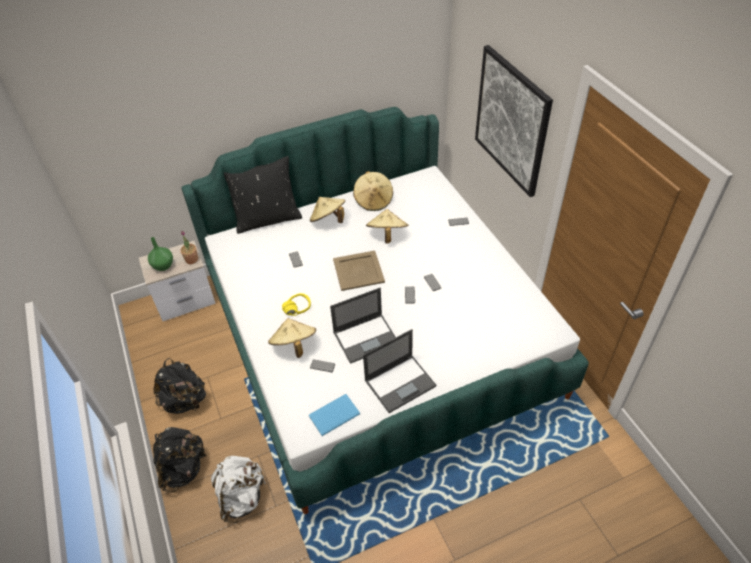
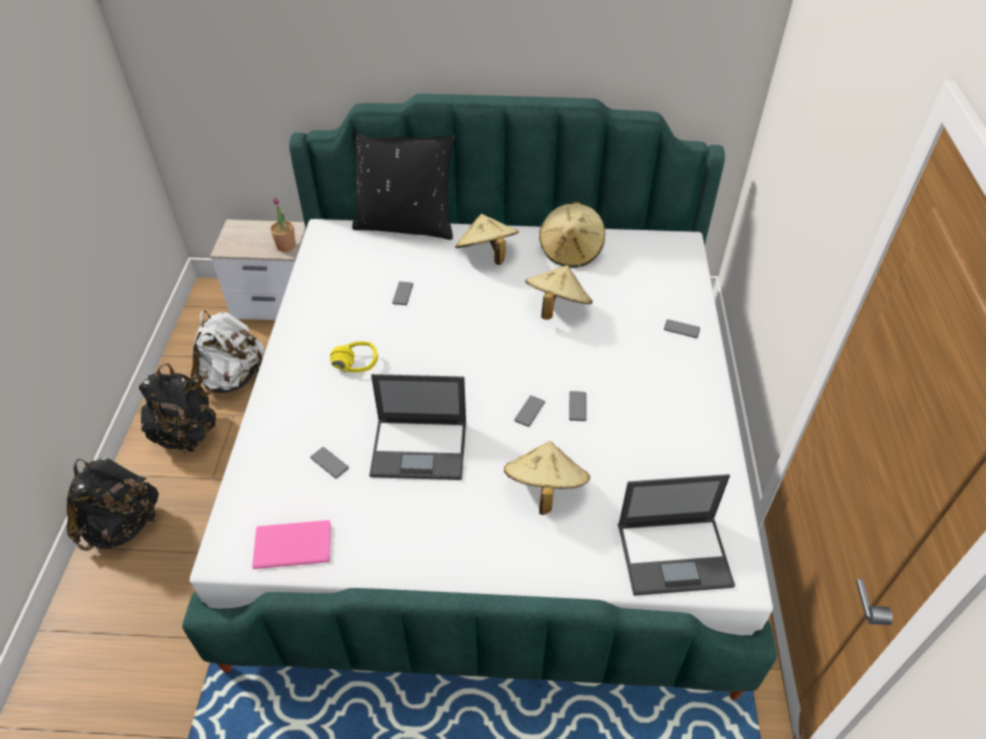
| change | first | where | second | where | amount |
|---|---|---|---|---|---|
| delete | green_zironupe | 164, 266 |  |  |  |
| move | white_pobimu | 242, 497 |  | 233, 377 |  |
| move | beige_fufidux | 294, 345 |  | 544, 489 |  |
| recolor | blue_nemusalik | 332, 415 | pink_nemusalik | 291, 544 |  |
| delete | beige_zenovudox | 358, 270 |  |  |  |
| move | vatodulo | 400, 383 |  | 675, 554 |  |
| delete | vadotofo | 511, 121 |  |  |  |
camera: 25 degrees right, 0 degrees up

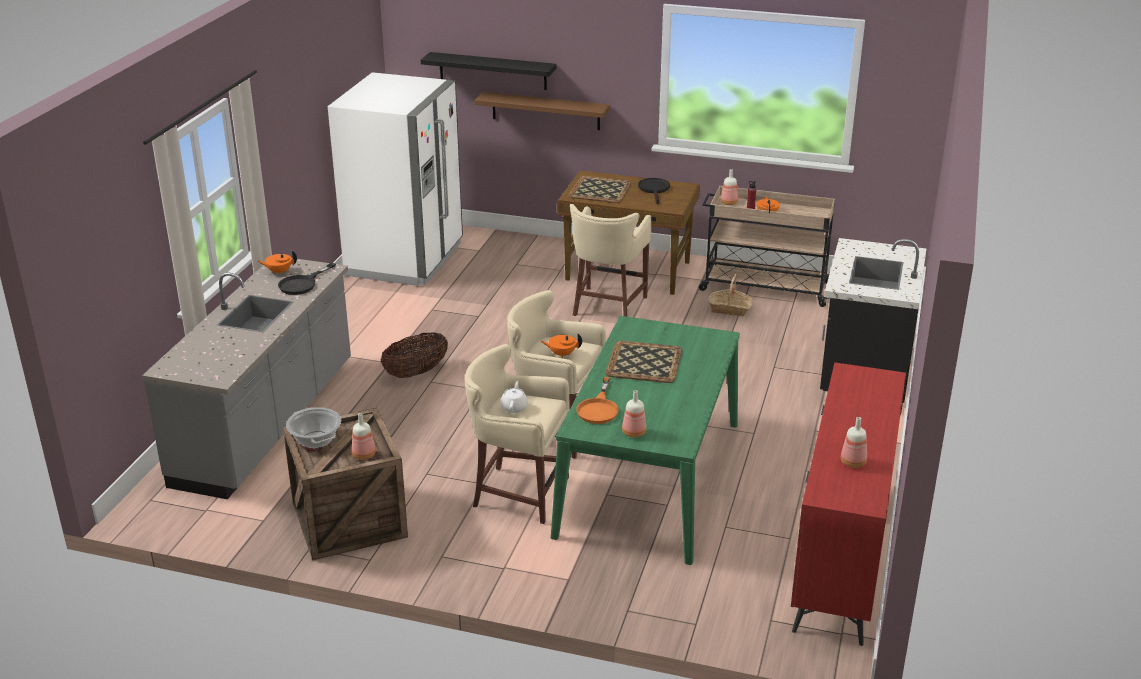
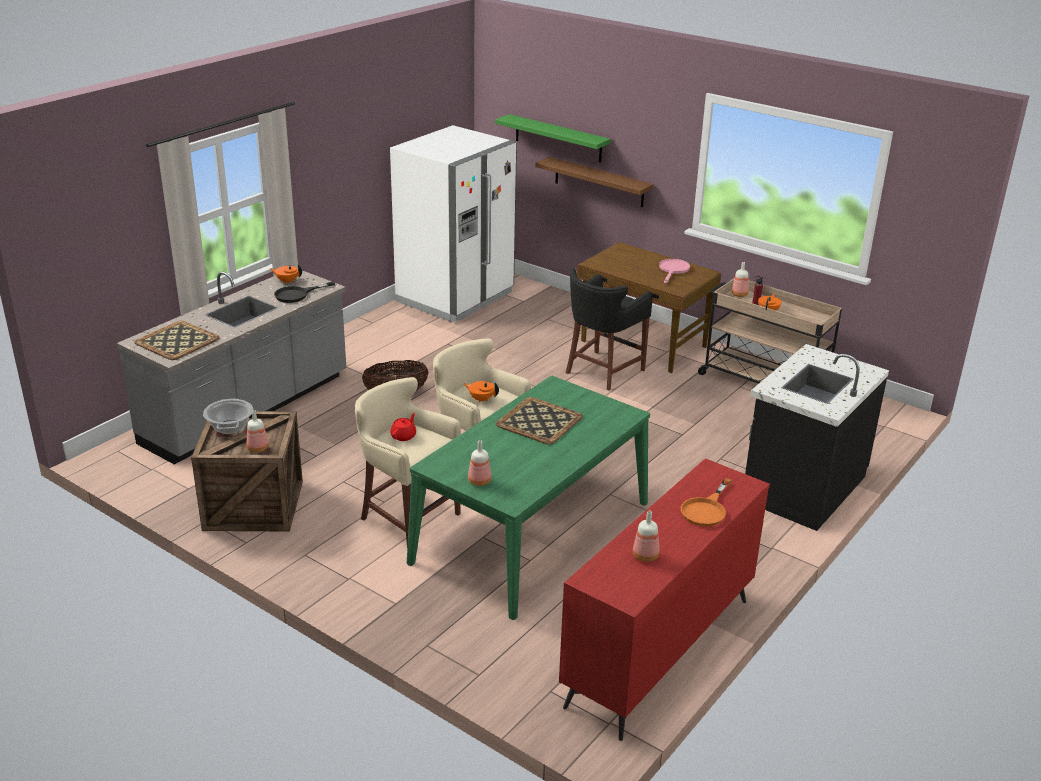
| change | first | where | second | where | amount |
|---|---|---|---|---|---|
| recolor | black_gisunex | 492, 71 | green_gisunex | 558, 138 |  |
| recolor | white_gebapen | 514, 407 | red_gebapen | 404, 436 |  |
| move | zenovudox | 600, 190 |  | 177, 341 |  |
| recolor | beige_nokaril | 607, 307 | black_nokaril | 602, 372 |  |
| move | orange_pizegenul | 599, 408 |  | 706, 509 |  |
| recolor | black_pizegenul | 654, 190 | pink_pizegenul | 673, 270 |  |
| delete | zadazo | 729, 309 |  |  |  |
camera: 20 degrees right, 0 degrees up

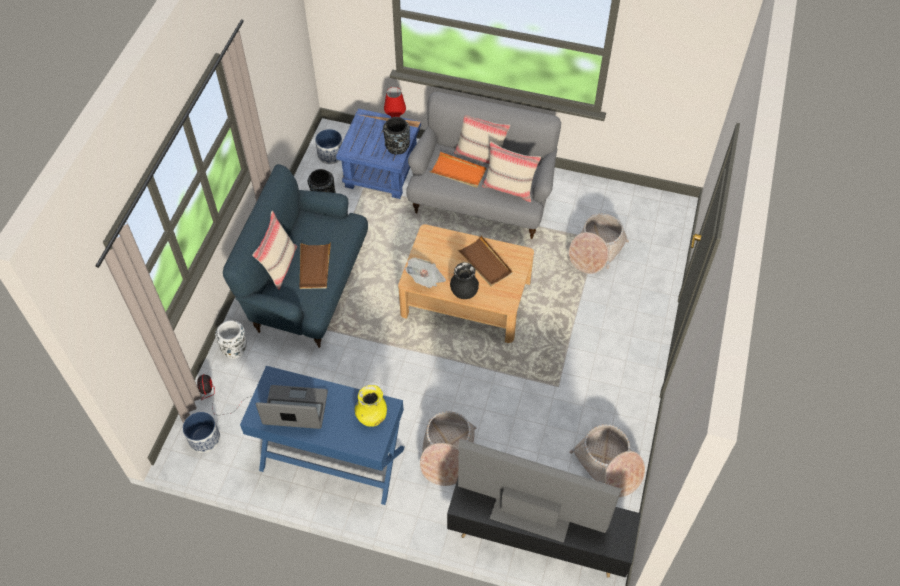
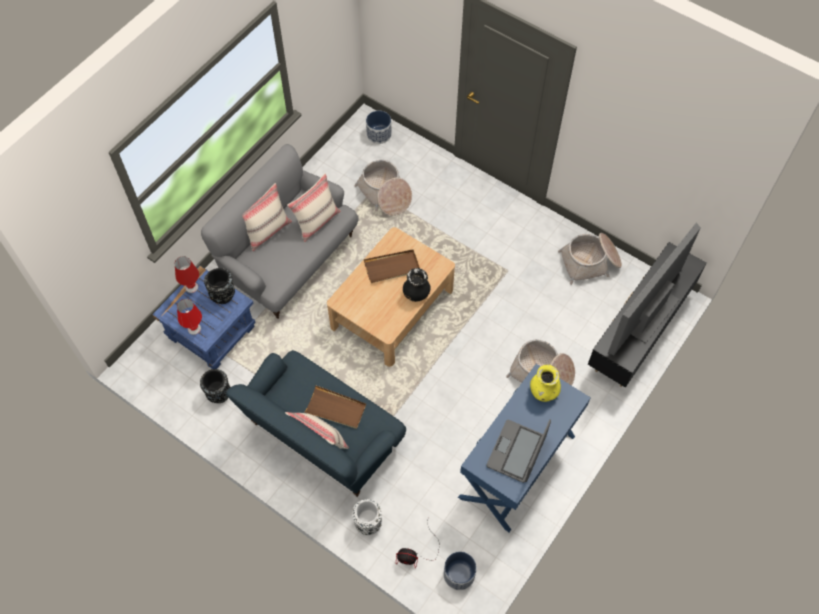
| change | first | where | second | where | amount |
|---|---|---|---|---|---|
| move | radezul | 331, 155 |  | 379, 134 |  |
| delete | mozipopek | 426, 279 |  |  |  |
| delete | orange_zenovudox | 458, 172 |  |  |  |
| insert |  |  | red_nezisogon | 194, 328 |  |
camera: 70 degrees left, 5 degrees up

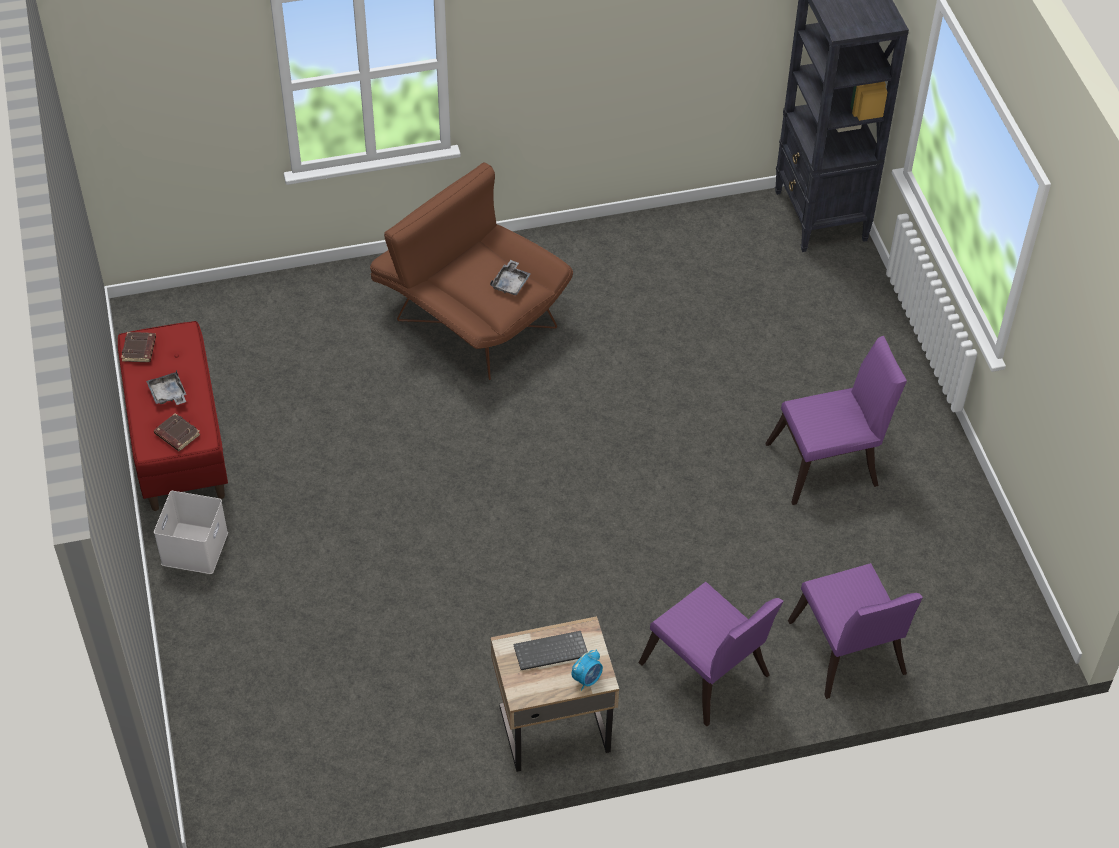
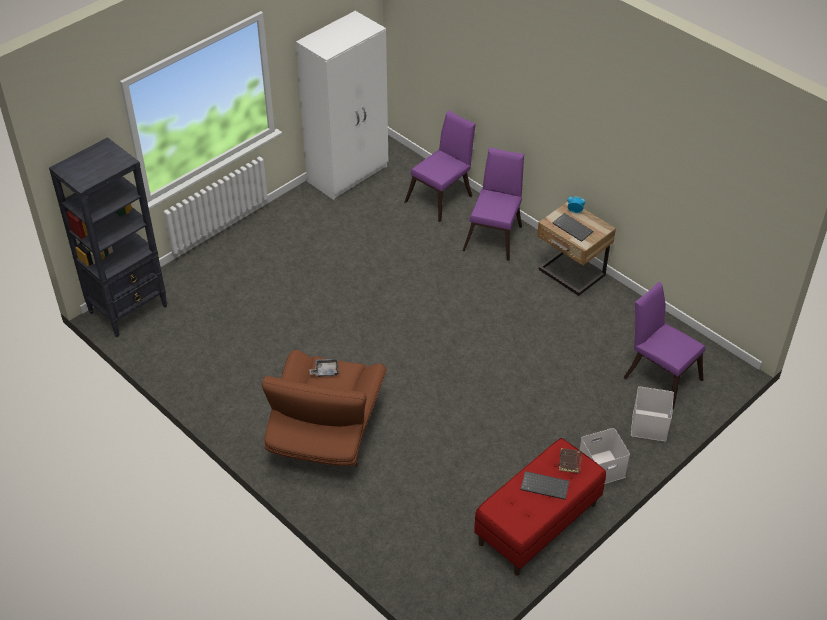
| change | first | where | second | where | amount |
|---|---|---|---|---|---|
| delete | brown_nemusalik | 139, 350 |  |  |  |
| replace | grey_zenovudox | 168, 394 | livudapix | 545, 485 |  |
| move | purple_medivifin | 829, 464 |  | 659, 375 |  |
| insert |  |  | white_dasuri | 348, 174 |  |
| insert |  |  | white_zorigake | 650, 426 |  |
camera: 120 degrees left, 5 degrees down

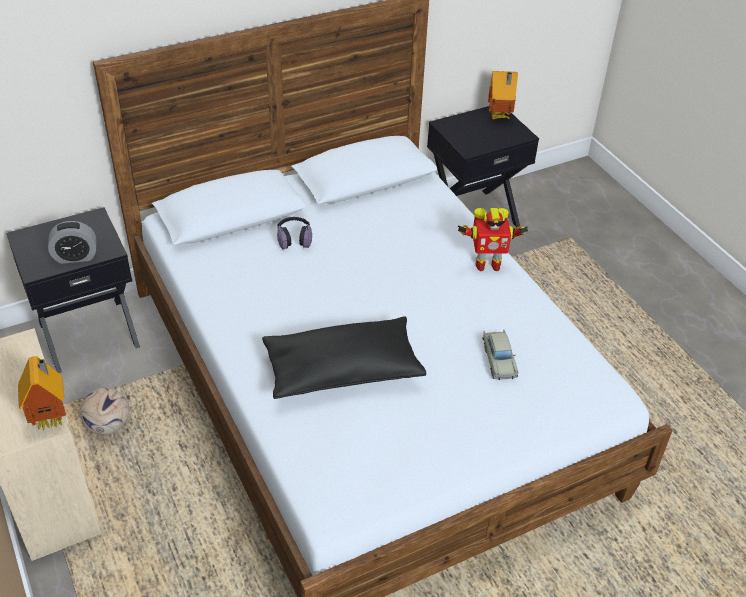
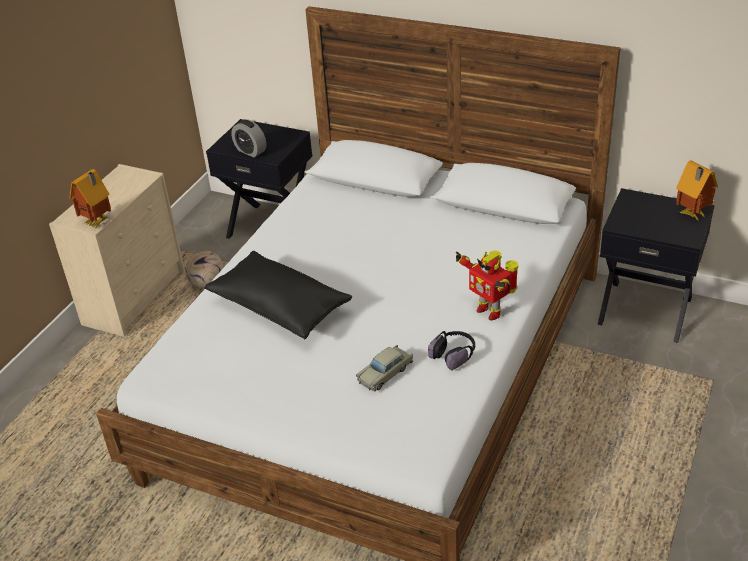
| change | first | where | second | where | amount |
|---|---|---|---|---|---|
| move | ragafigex | 294, 238 |  | 454, 354 |  |
camera: 55 degrees right, 5 degrees down

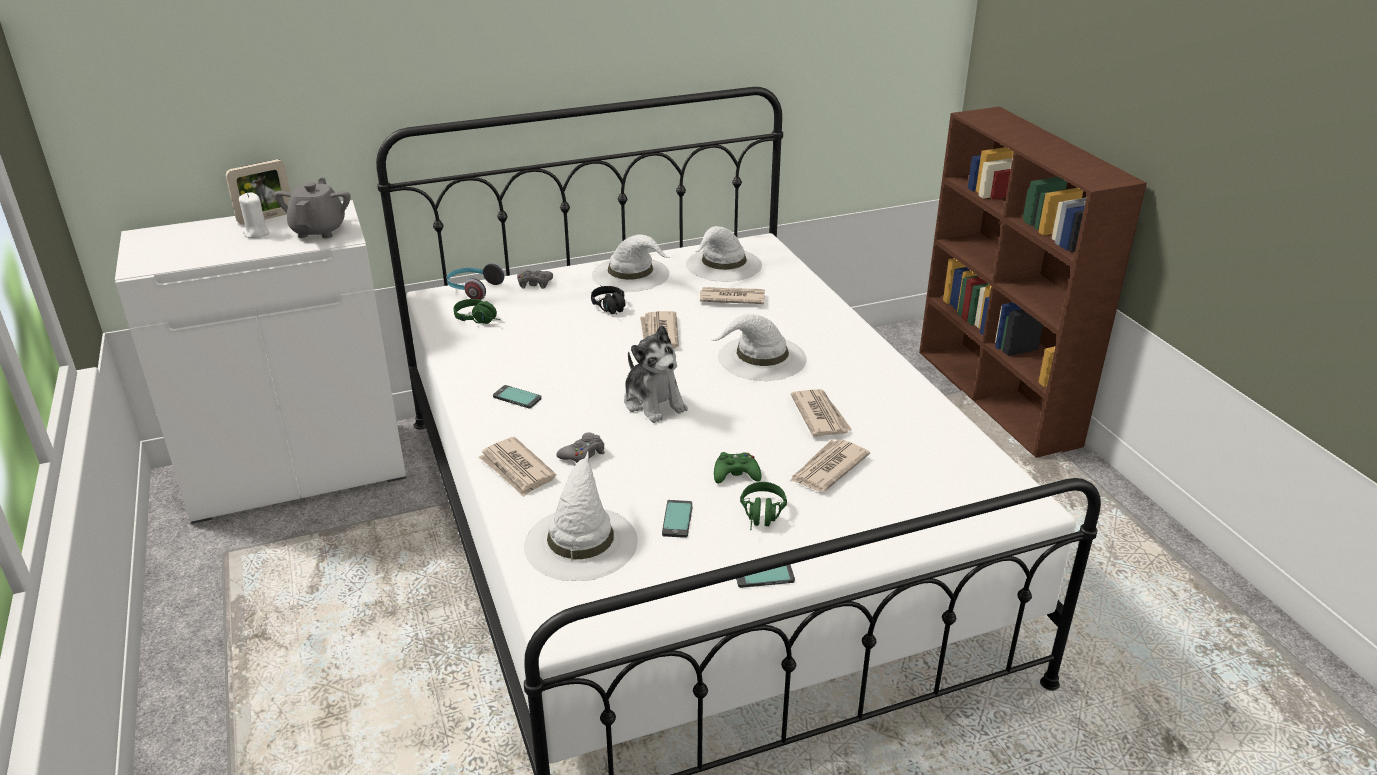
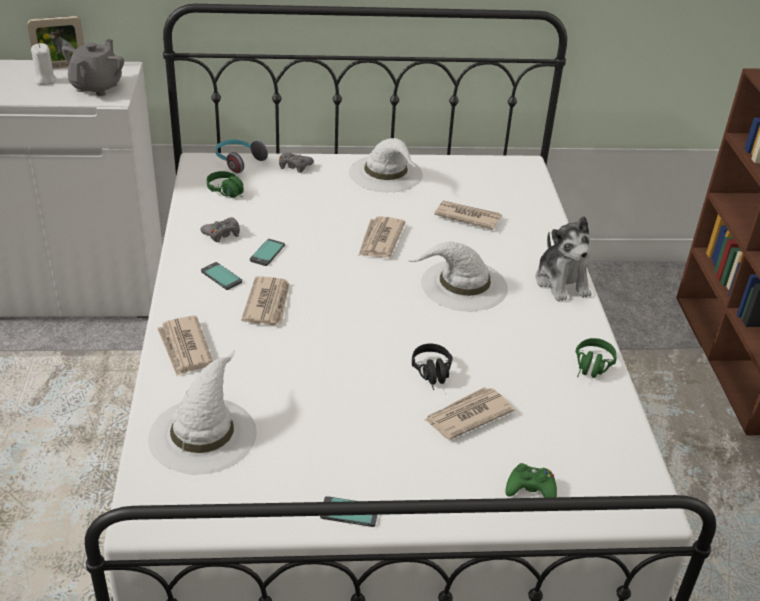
| change | first | where | second | where | amount |
|---|---|---|---|---|---|
| move | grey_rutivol | 583, 454 |  | 222, 234 |  |
| move | black_ragafigex | 612, 309 |  | 433, 375 |  |
| move | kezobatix | 653, 402 |  | 561, 282 |  |
| move | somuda | 677, 519 |  | 267, 253 |  |
| delete | white_fufidux | 723, 265 |  |  |  |
| move | green_rutivol | 736, 474 |  | 531, 489 |  |
| move | green_ragafigex | 762, 517 |  | 591, 369 |  |
| move | mozipopek | 820, 415 |  | 268, 303 |  |
camera: 15 degrees right, 5 degrees up

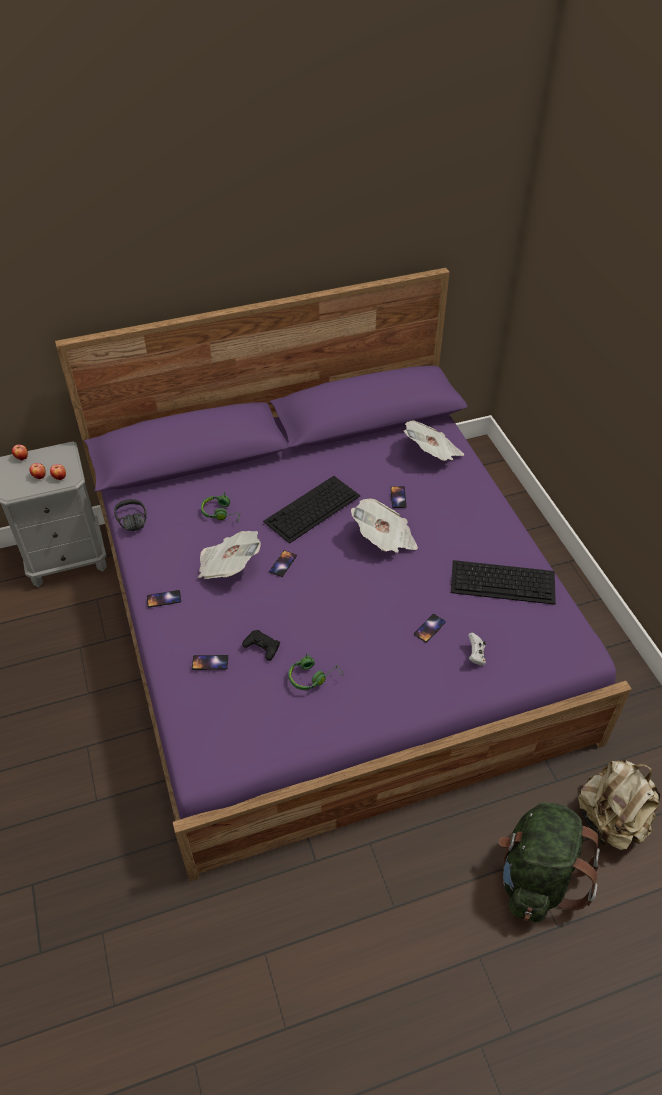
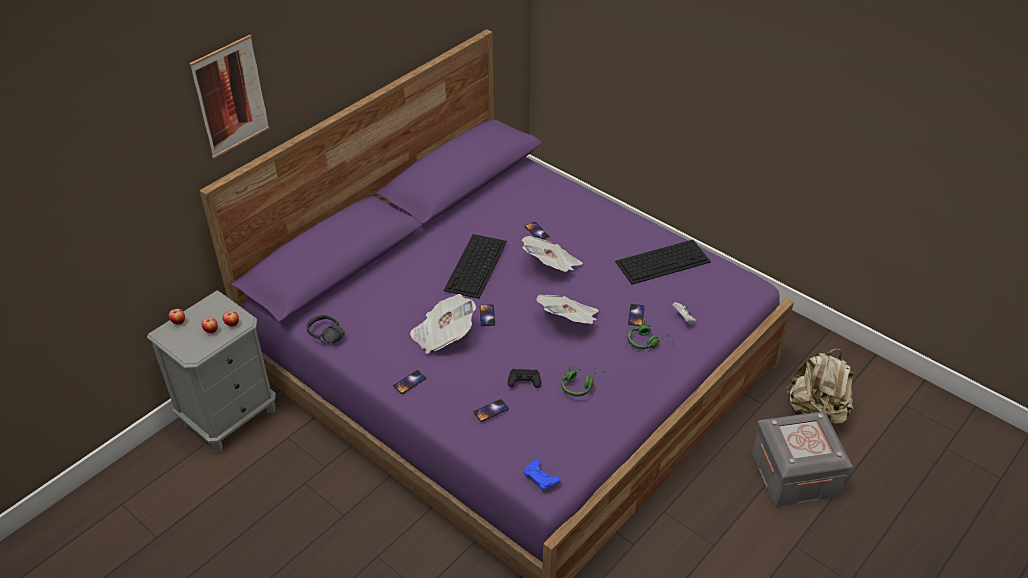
| change | first | where | second | where | amount |
|---|---|---|---|---|---|
| move | green_ragafigex | 221, 513 |  | 648, 341 |  |
| move | mozipopek | 432, 454 |  | 569, 320 |  |
| replace | green_pobimu | 536, 877 | grey_zorigake | 795, 474 |  |
| insert |  |  | vadotofo | 230, 97 |  |
| insert |  |  | blue_rutivol | 541, 477 |  |
camera: 30 degrees left, 5 degrees down

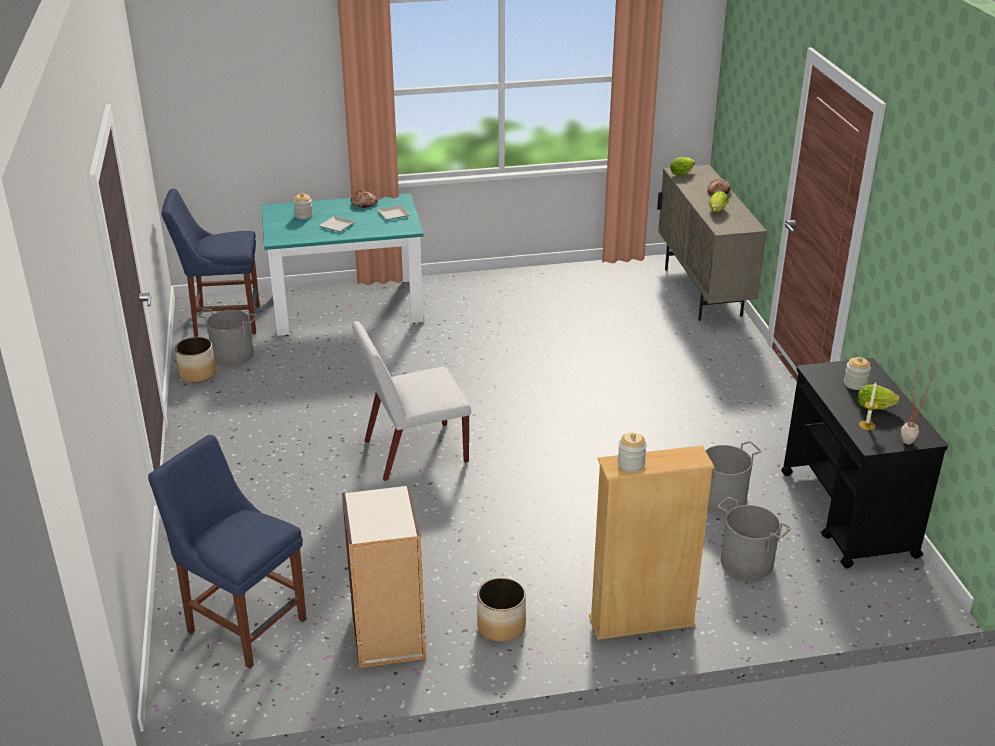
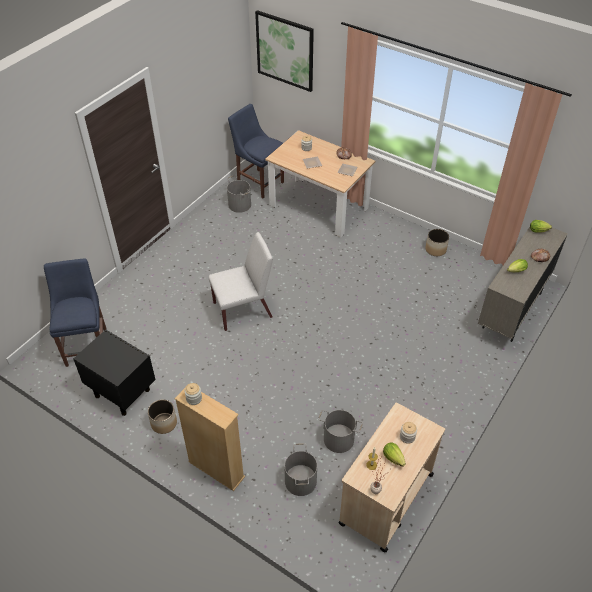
| change | first | where | second | where | amount |
|---|---|---|---|---|---|
| move | radezul | 197, 374 |  | 435, 249 |  |
| recolor | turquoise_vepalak | 347, 308 | beige_vepalak | 318, 207 |  |
| replace | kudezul | 388, 637 | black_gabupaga | 121, 392 |  |
| rotate | white_medivifin | 414, 452 |  | 243, 310 | 135 degrees clockwise |
| recolor | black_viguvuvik | 848, 514 | beige_viguvuvik | 386, 499 |  |
| insert |  |  | vadotofo | 285, 51 |  |
camera: 45 degrees right, 15 degrees up

